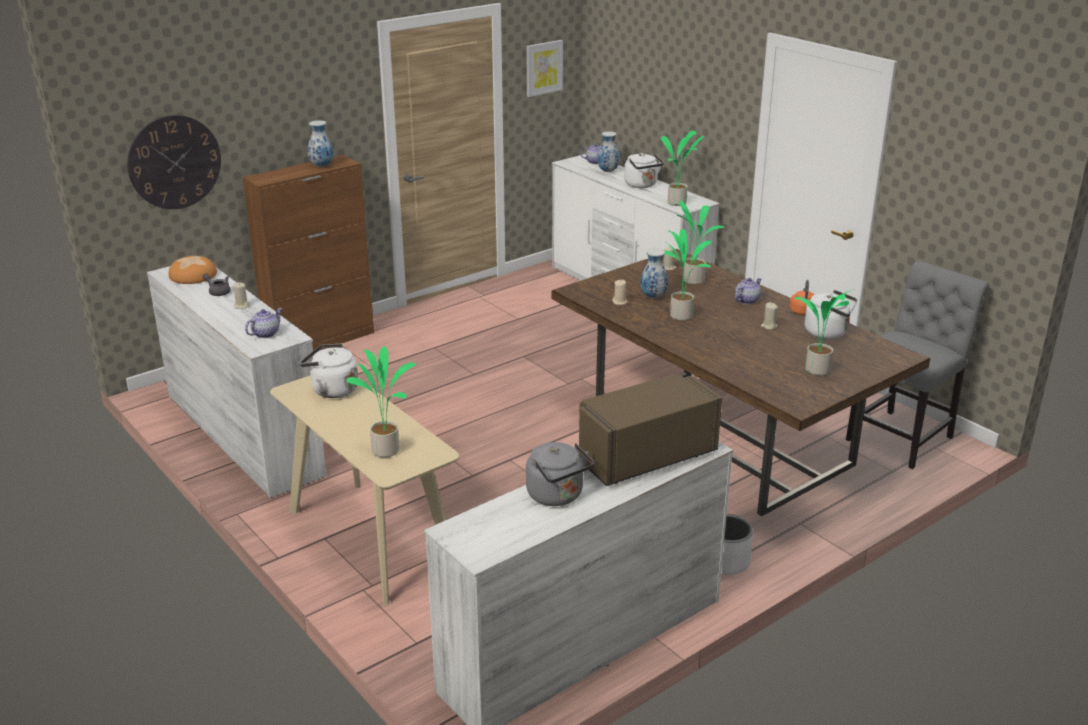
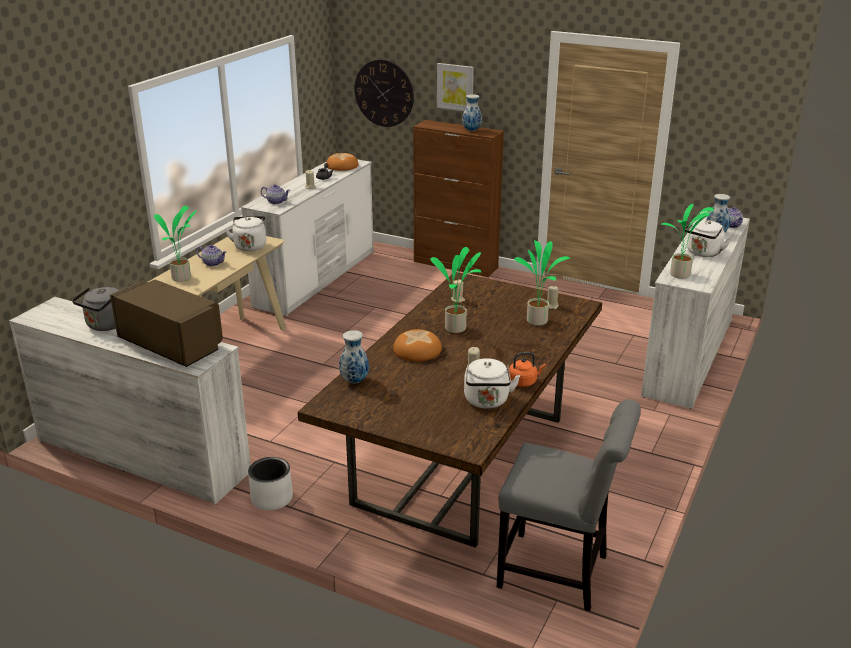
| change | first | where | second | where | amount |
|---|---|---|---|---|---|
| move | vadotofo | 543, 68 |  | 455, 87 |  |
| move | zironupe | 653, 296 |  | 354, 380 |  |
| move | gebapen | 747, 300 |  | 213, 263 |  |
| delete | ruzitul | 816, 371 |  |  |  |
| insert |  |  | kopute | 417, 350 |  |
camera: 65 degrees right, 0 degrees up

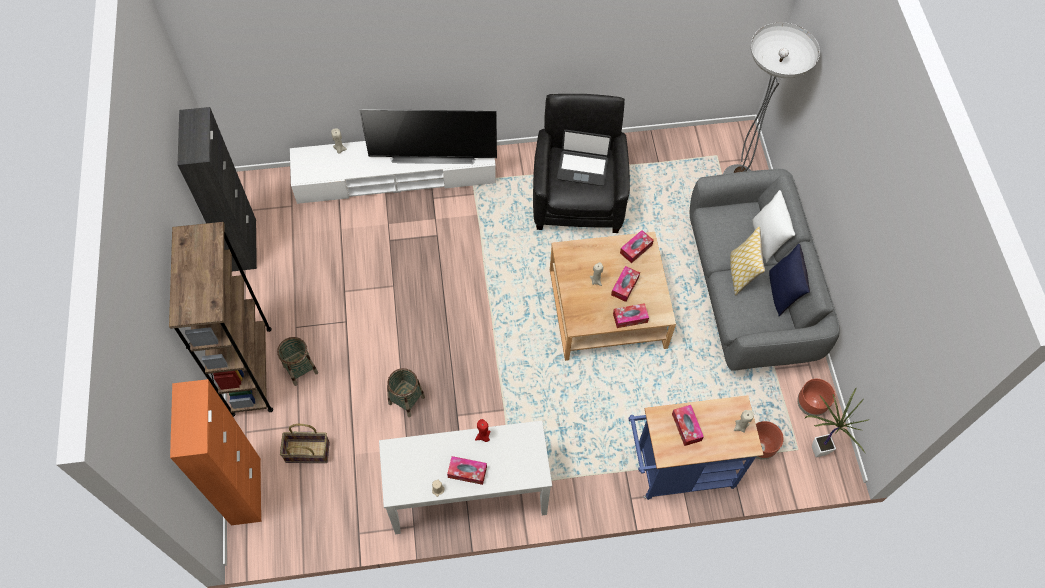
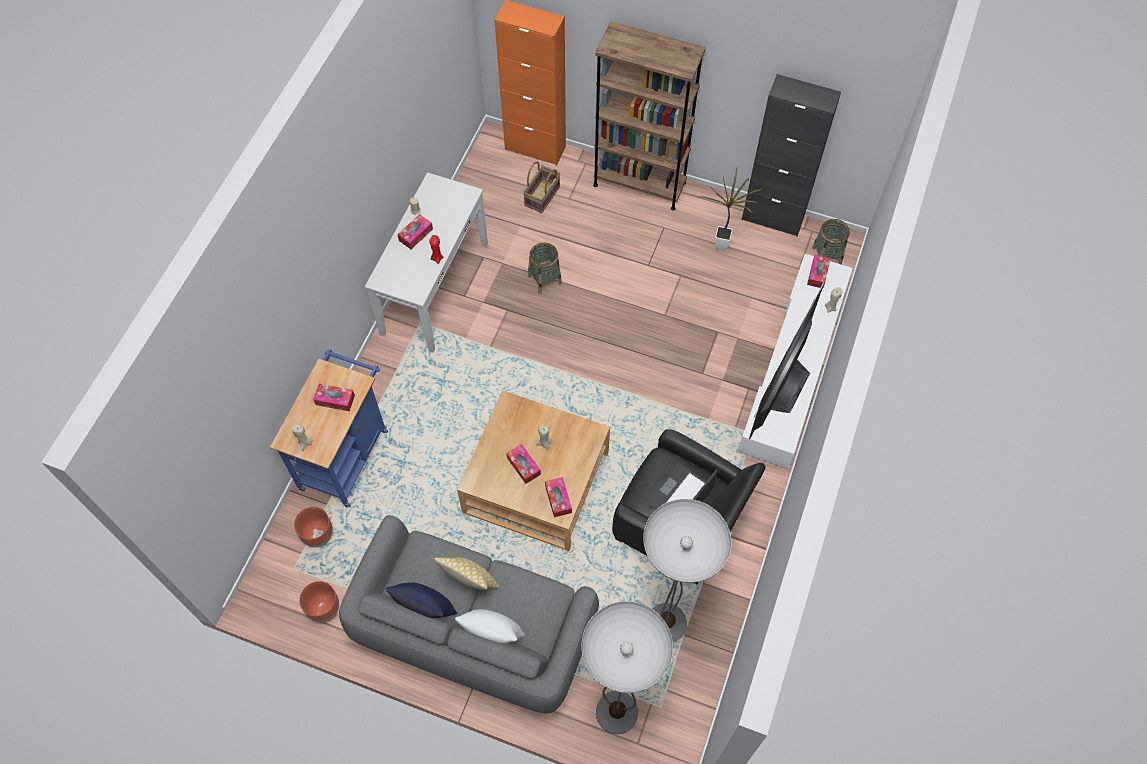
| change | first | where | second | where | amount |
|---|---|---|---|---|---|
| move | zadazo | 300, 369 |  | 826, 256 |  |
| move | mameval | 630, 318 |  | 817, 274 |  |
| move | ruzitul | 815, 450 |  | 723, 243 |  |
| insert |  |  | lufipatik | 666, 623 |  |
camera: 120 degrees right, 0 degrees up

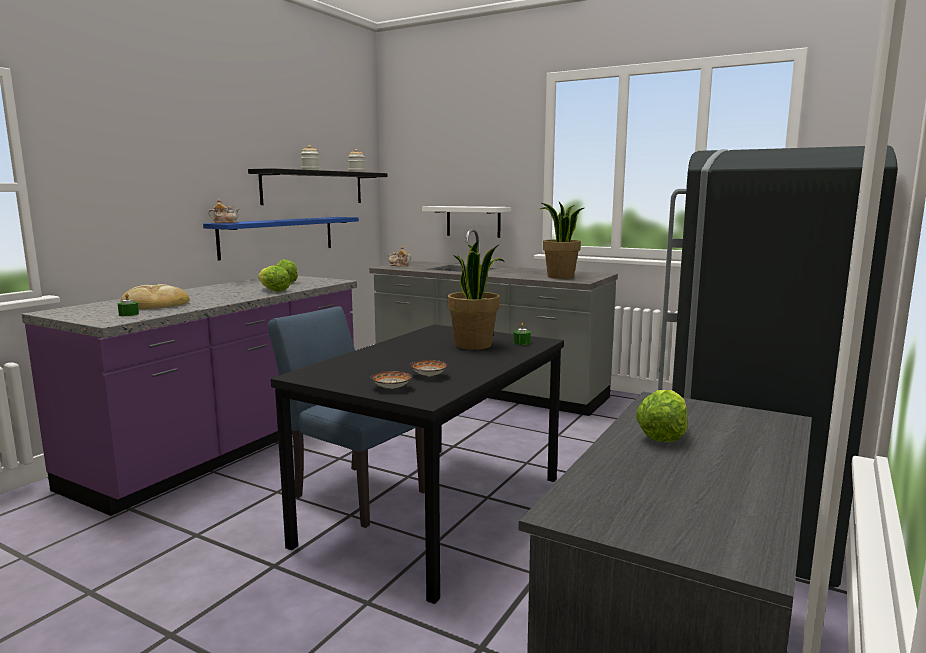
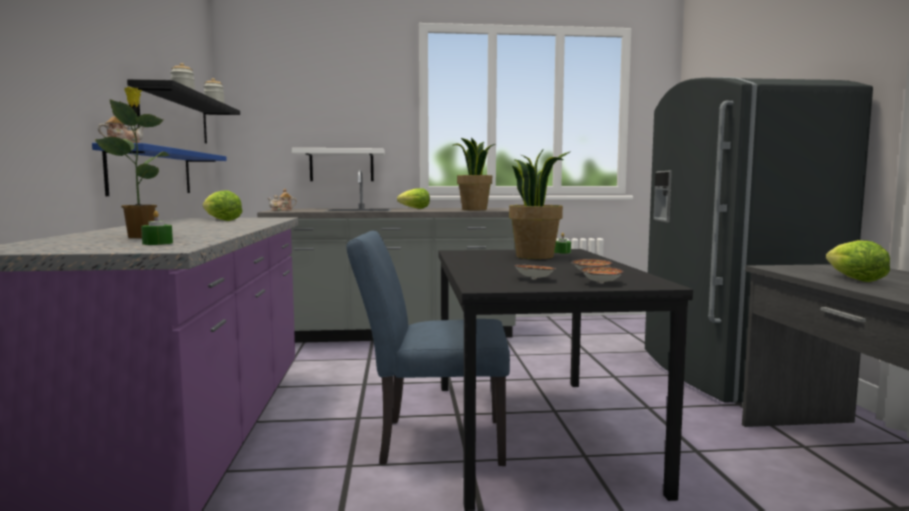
| change | first | where | second | where | amount |
|---|---|---|---|---|---|
| replace | kopute | 155, 304 | ruzitul | 141, 237 |  |
| move | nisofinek | 273, 291 |  | 415, 208 |  |
| insert |  |  | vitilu | 534, 279 |  |
camera: 35 degrees left, 5 degrees down

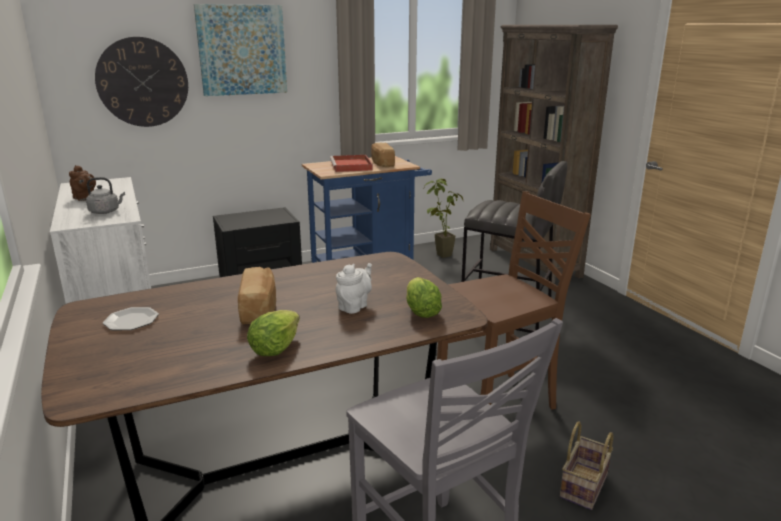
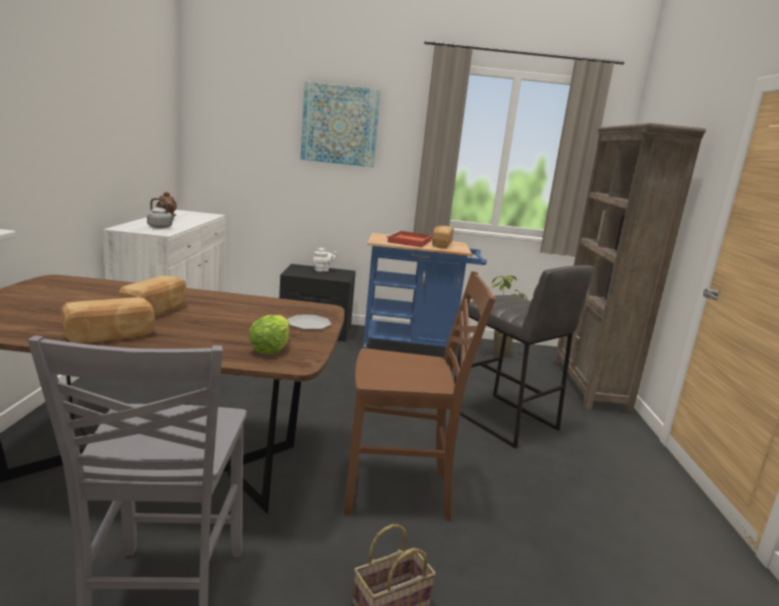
| change | first | where | second | where | amount |
|---|---|---|---|---|---|
| delete | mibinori | 142, 82 |  |  |  |
| move | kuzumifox | 131, 321 |  | 308, 324 |  |
| replace | nisofinek | 275, 348 | kopute | 110, 336 |  |
| move | white_gebapen | 354, 306 |  | 323, 270 |  |
camera: 25 degrees right, 5 degrees down

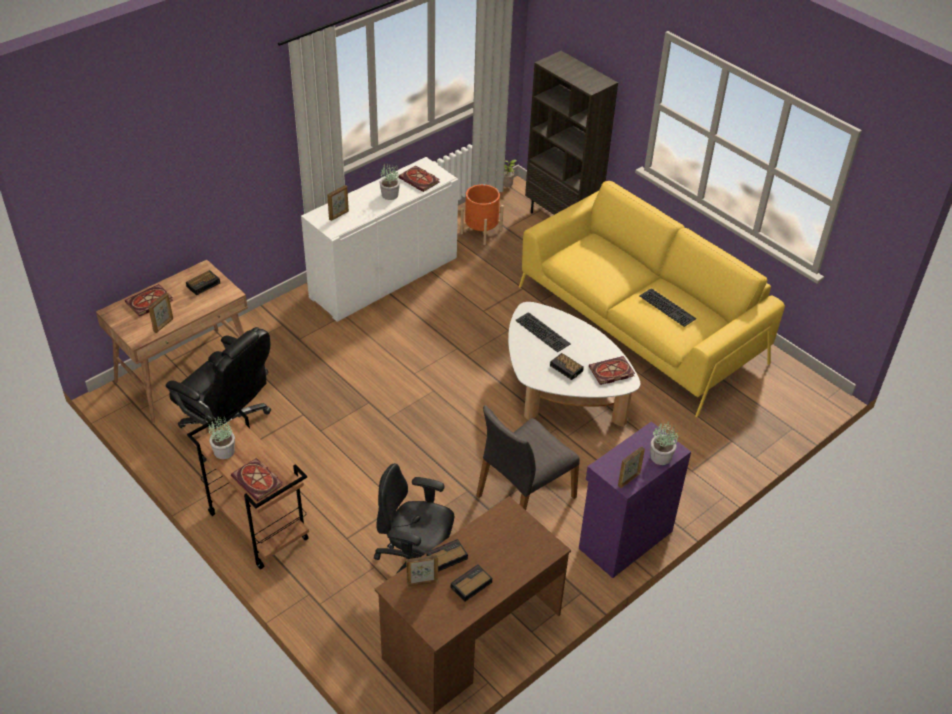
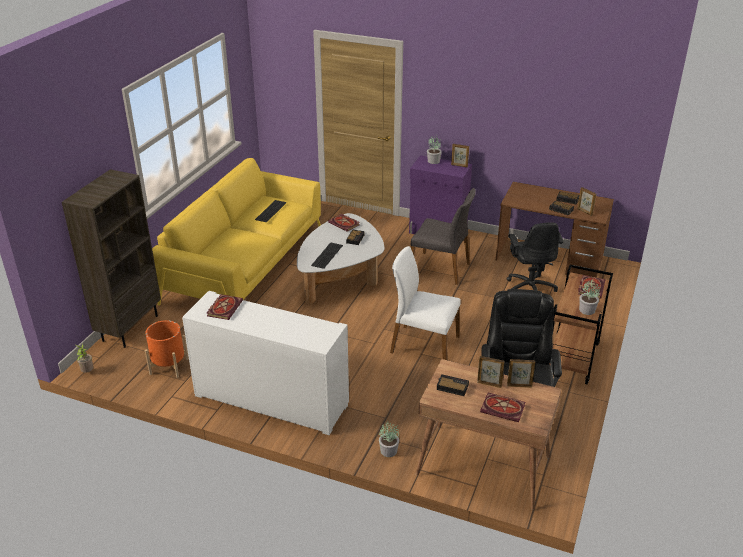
| change | first | where | second | where | amount |
|---|---|---|---|---|---|
| move | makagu | 339, 215 |  | 489, 384 |  |
| move | ruzitul | 390, 195 |  | 389, 451 |  |
| insert |  |  | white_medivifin | 423, 344 |  |
camera: 115 degrees left, 10 degrees down

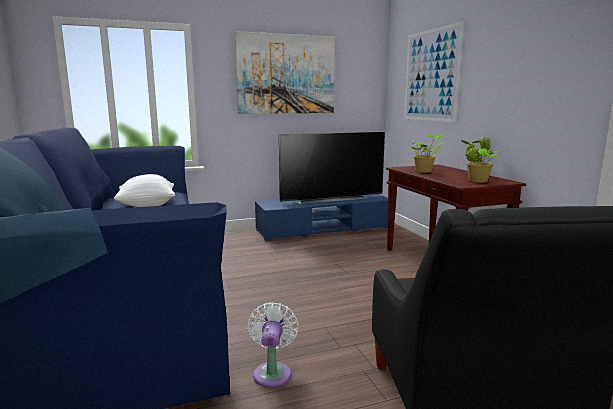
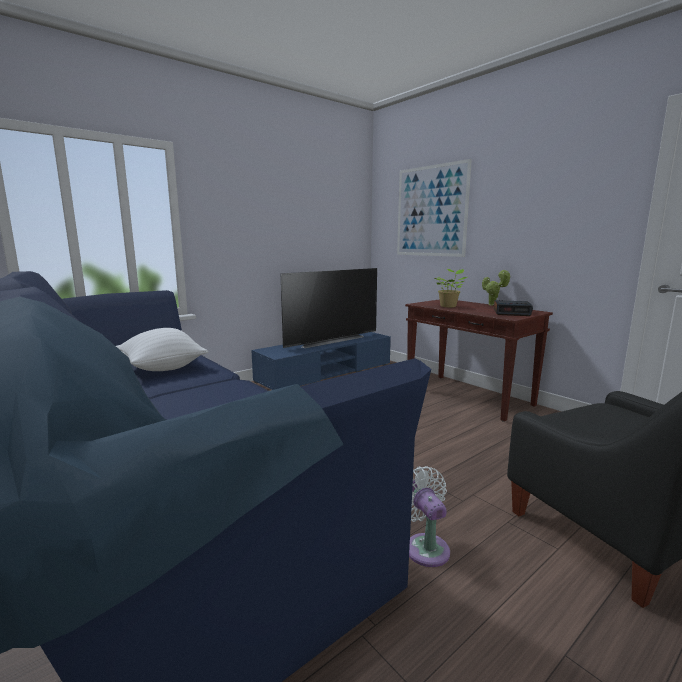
| change | first | where | second | where | amount |
|---|---|---|---|---|---|
| delete | vadotofo | 286, 74 |  |  |  |
| replace | ruzitul | 476, 181 | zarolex | 512, 313 |  |
camera: 20 degrees left, 0 degrees up

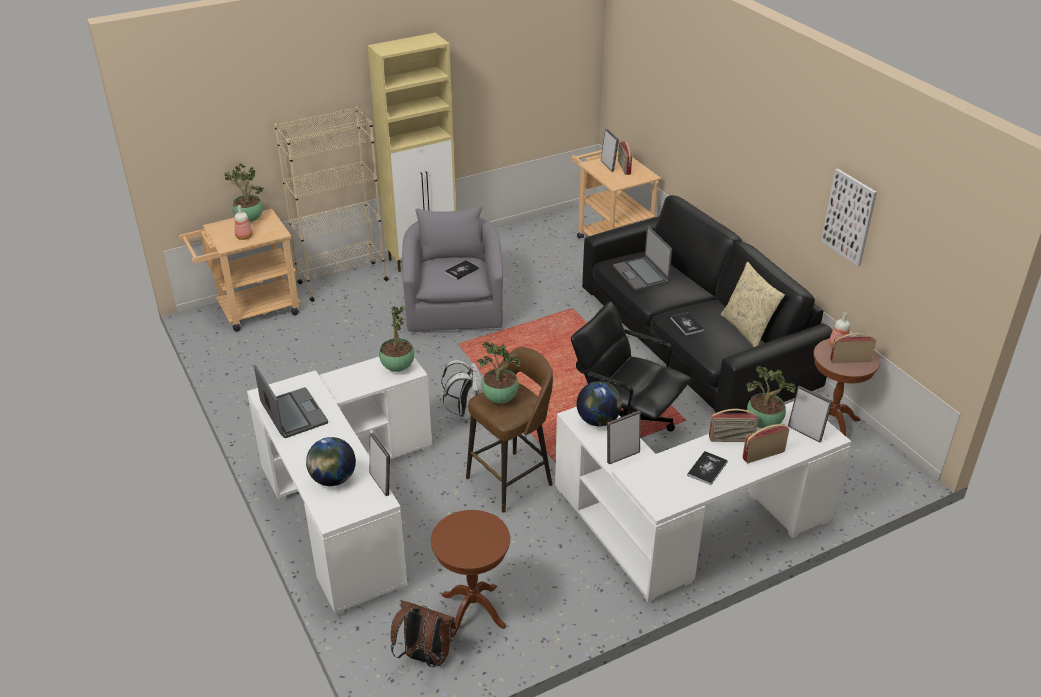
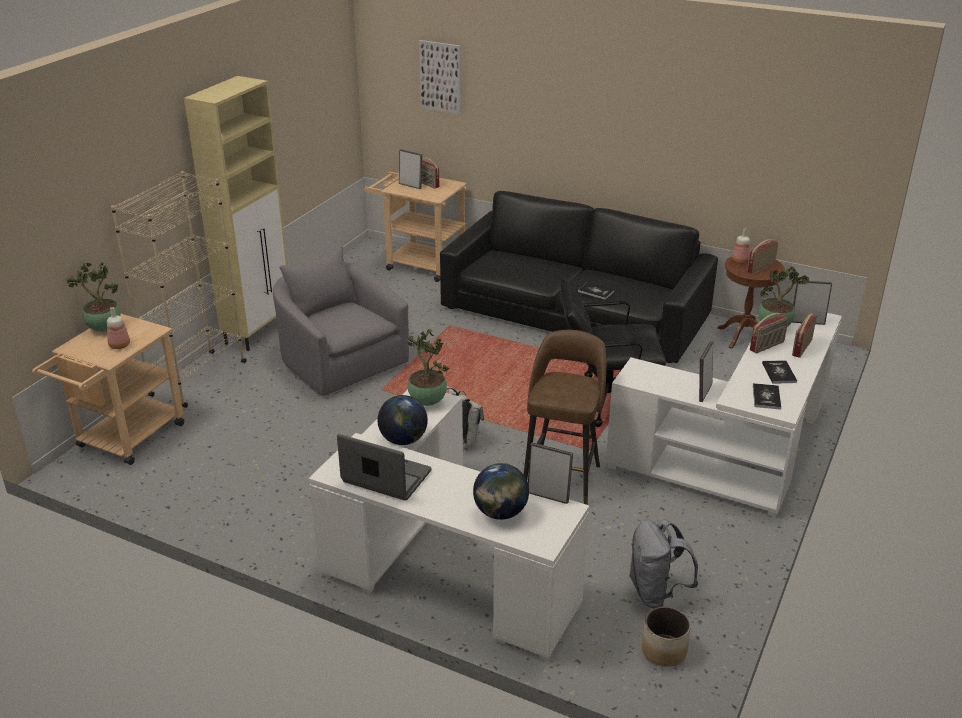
| change | first | where | second | where | amount |
|---|---|---|---|---|---|
| replace | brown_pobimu | 425, 657 | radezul | 663, 651 |  |
| replace | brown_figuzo | 473, 610 | grey_pobimu | 656, 593 |  |
| move | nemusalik | 461, 270 |  | 766, 397 |  |
| delete | ruzitul | 501, 399 |  |  |  |
| move | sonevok | 598, 420 |  | 403, 440 |  |
| delete | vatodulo | 641, 274 |  |  |  |
| delete | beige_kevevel | 747, 329 |  |  |  |
| move | vadotofo | 849, 217 |  | 441, 77 |  |
camera: 35 degrees left, 5 degrees down

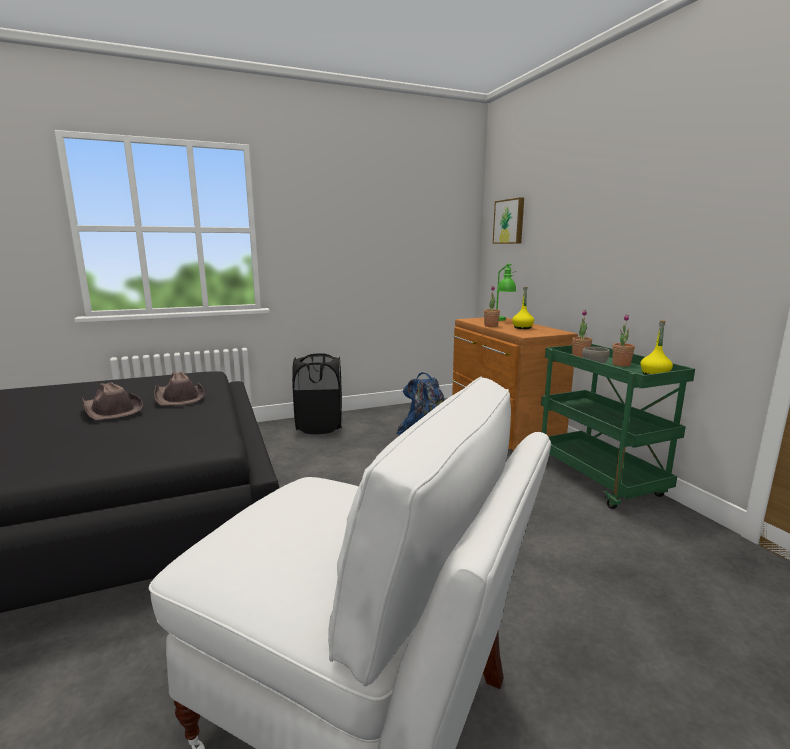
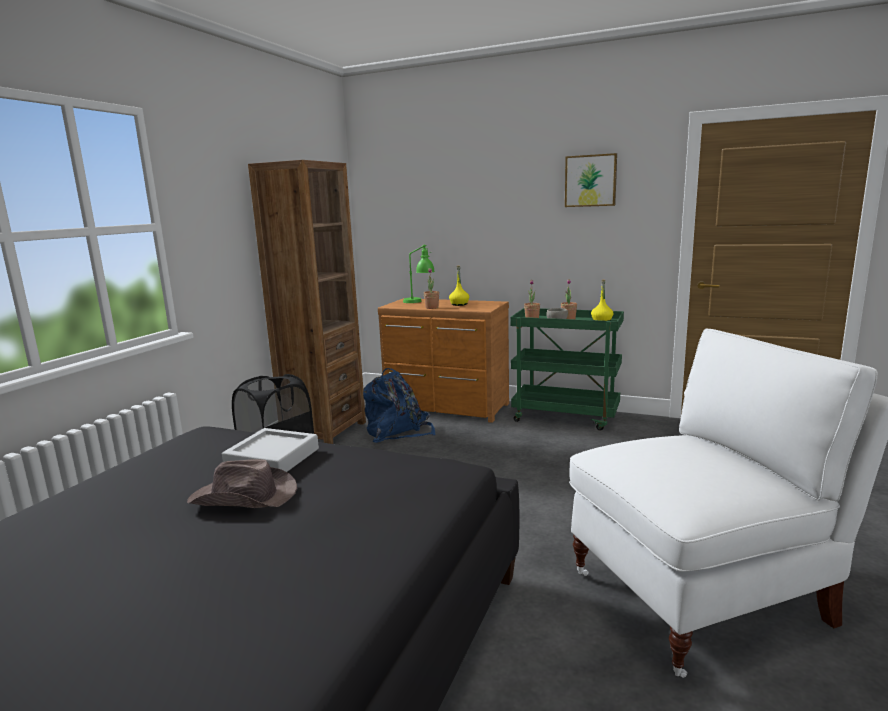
| change | first | where | second | where | amount |
|---|---|---|---|---|---|
| replace | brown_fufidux | 179, 397 | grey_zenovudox | 272, 458 |  |
| move | vadotofo | 509, 221 |  | 590, 181 |  |
| insert |  |  | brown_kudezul | 324, 431 |  |
camera: 45 degrees left, 0 degrees up

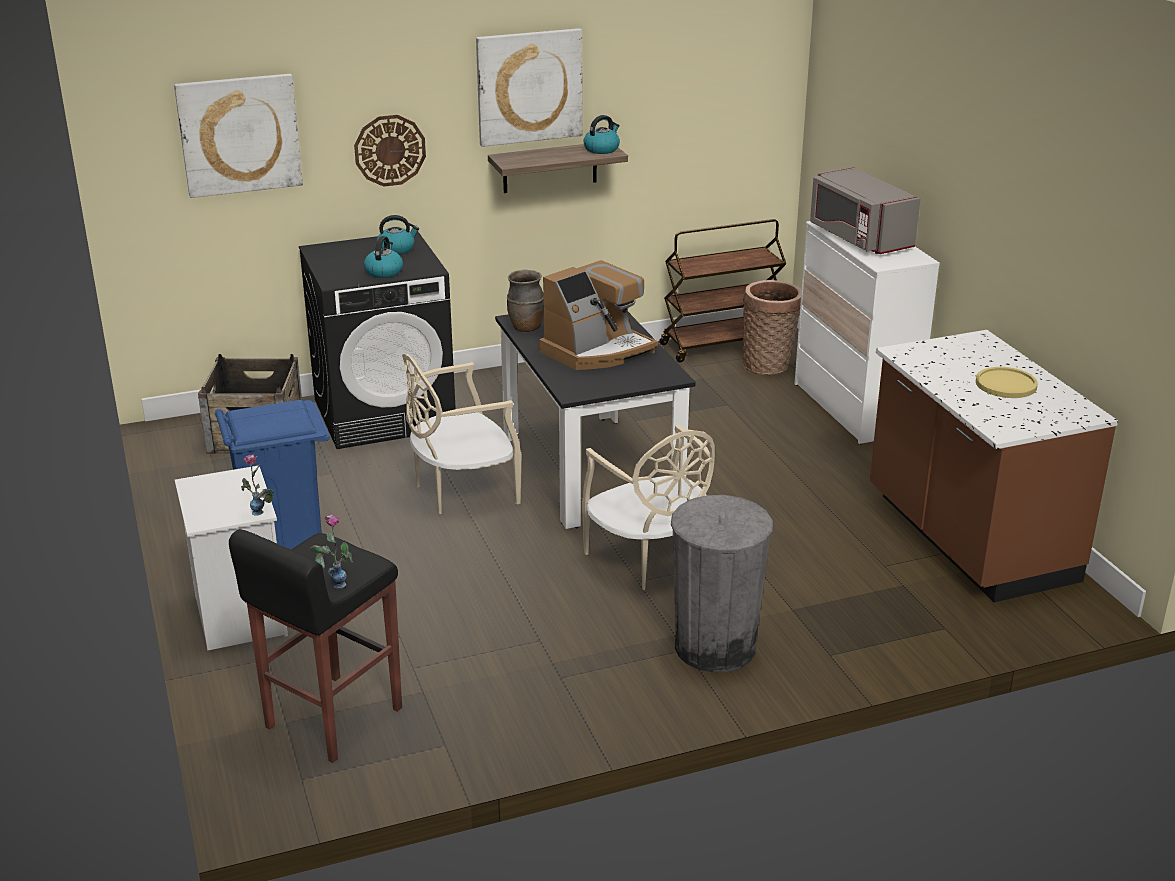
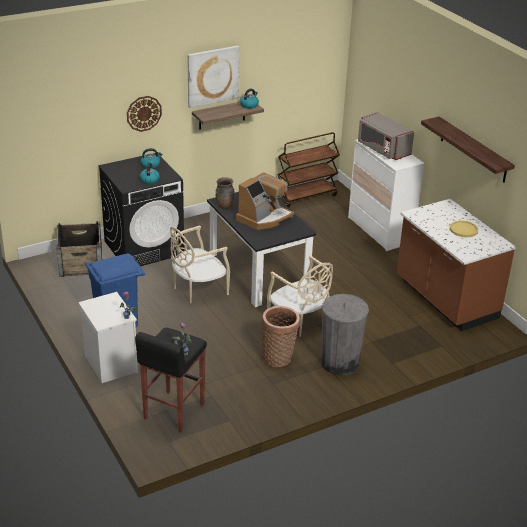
| change | first | where | second | where | amount |
|---|---|---|---|---|---|
| delete | vadotofo | 239, 135 |  |  |  |
| move | zadazo | 768, 365 |  | 278, 358 |  |
| insert |  |  | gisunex | 473, 150 |  |
camera: 10 degrees left, 5 degrees up

